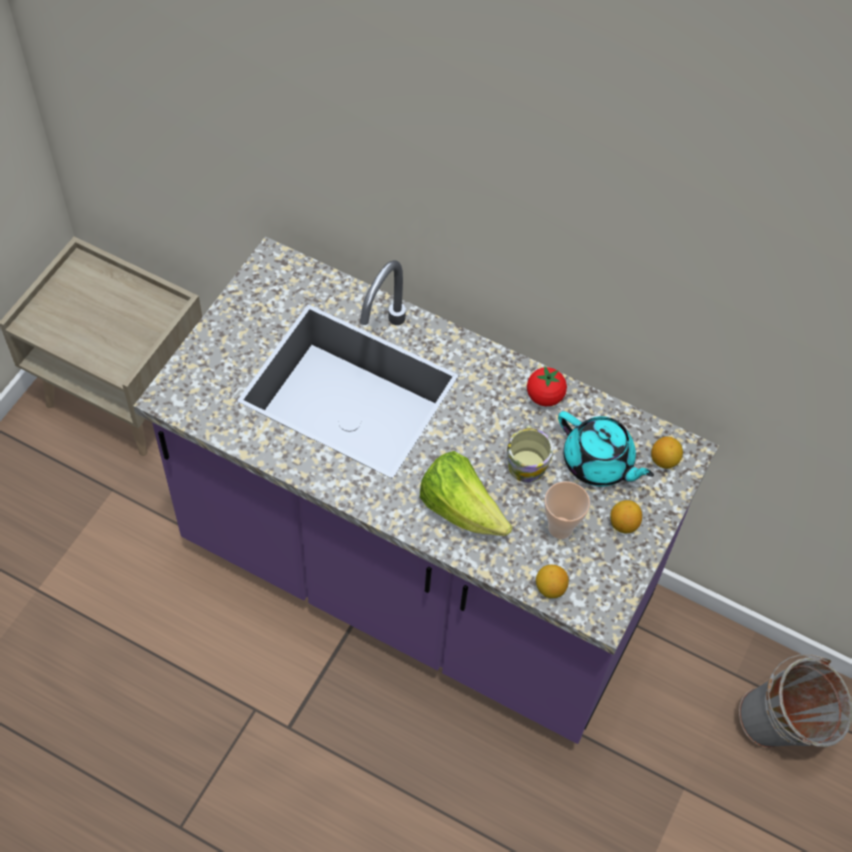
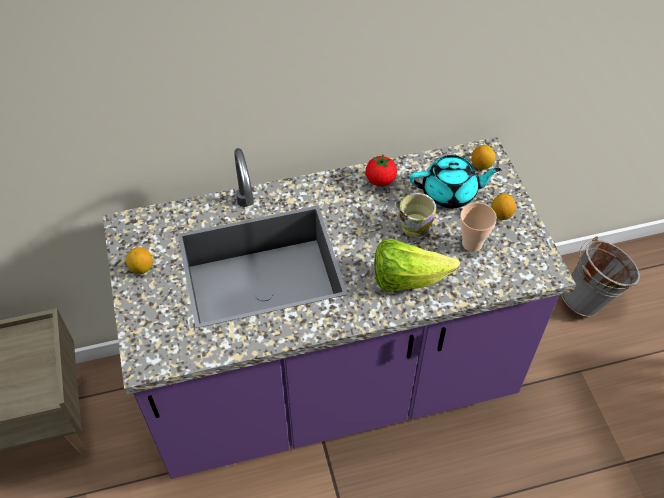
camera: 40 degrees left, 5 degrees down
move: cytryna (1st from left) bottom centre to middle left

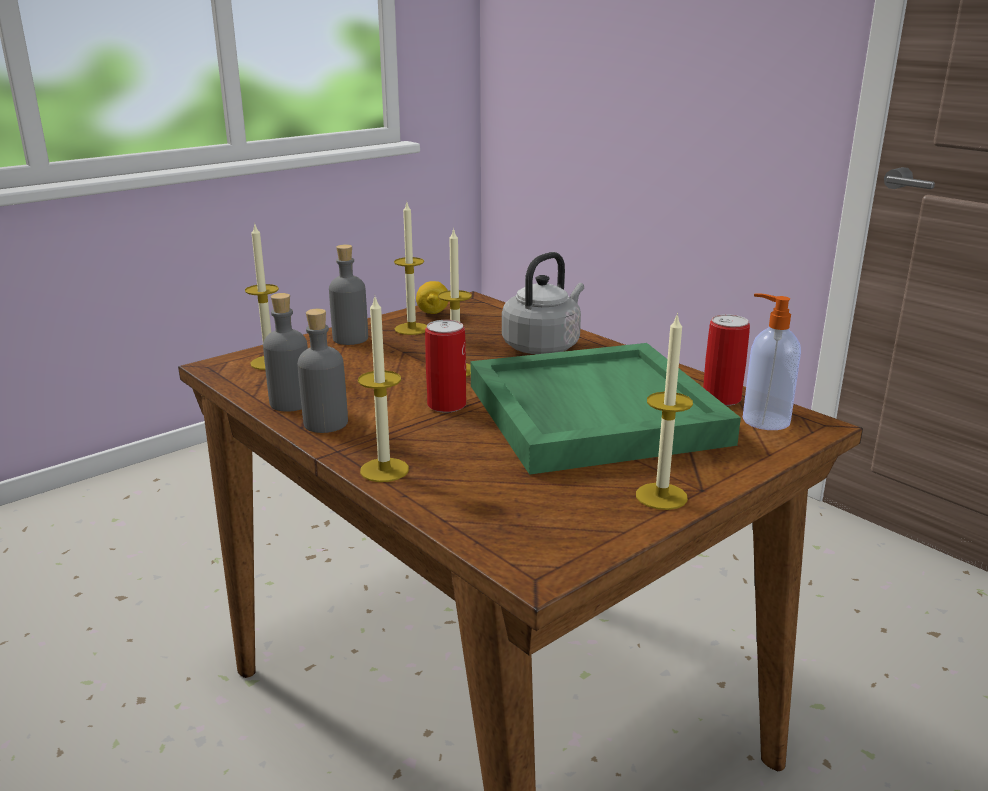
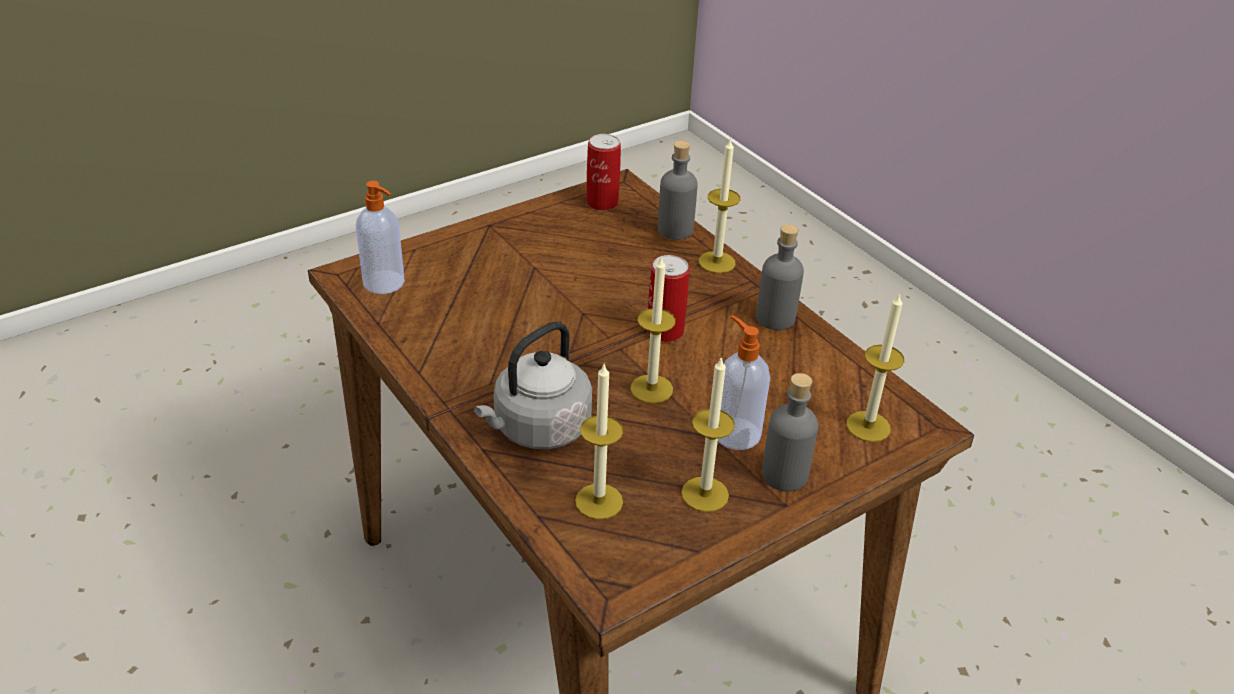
camera: 175 degrees left, 15 degrees up
delete: cytryna centre; taca (zielony) centre
insert: dozownik mydła (2nd from left) centre
move: butelka (szary) (1st from left) middle left to top centre; świeca (5th from left in the first image) middle right to świeca (1st from left) centre; puszka (2nd from left in the first image) middle right to puszka (1st from left) top centre

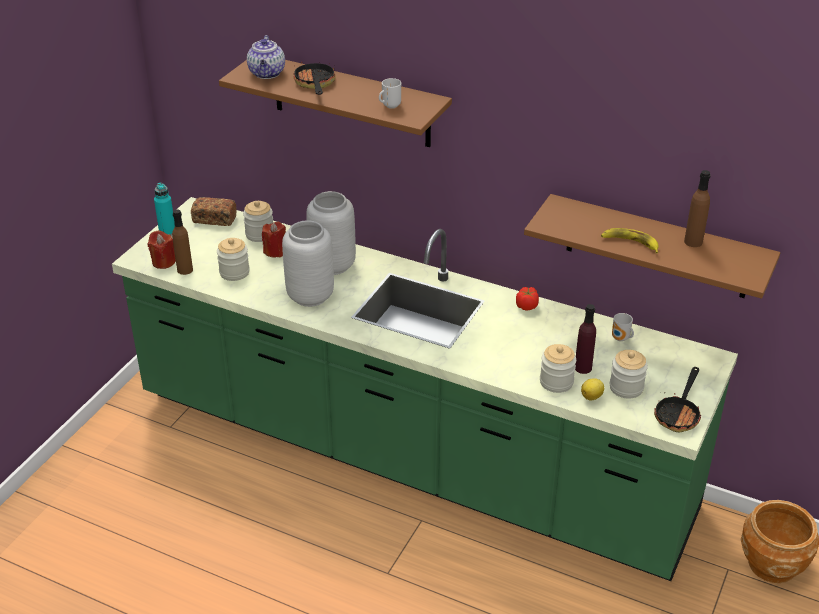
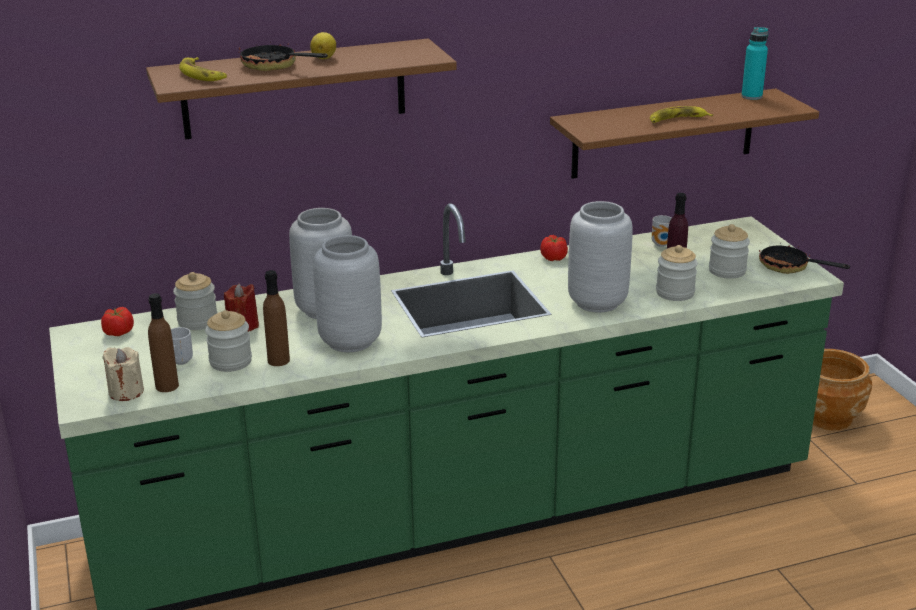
camera: 45 degrees left, 10 degrees down
insert: wazon (szary) (3rd from left) centre
move: butelka (turkusowy) middle left to top right; kubek (1st from left) top centre to middle left; cytryna middle right to top centre; butelka (brązowy) (2nd from left) middle right to middle left
replace: chleb middle left to pomidor (1st from left) middle left; imbryk top left to banan (1st from left) top left
recolor: świeca (czerwony) (1st from left) middle left to świeca (beżowy) middle left
rotate: patelnia (2nd from left) middle right = middle right 150 degrees clockwise

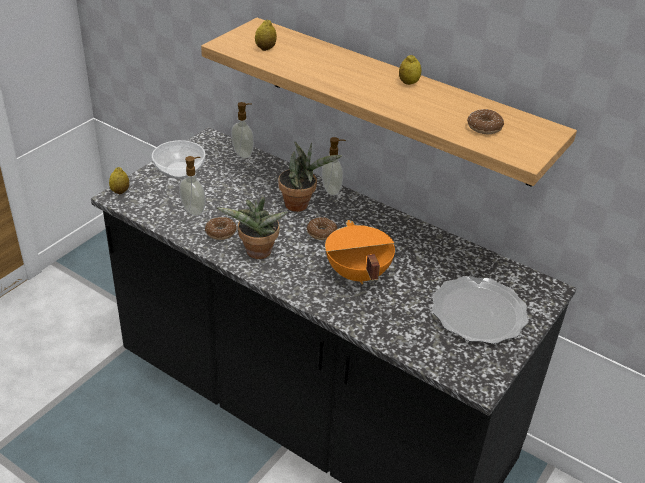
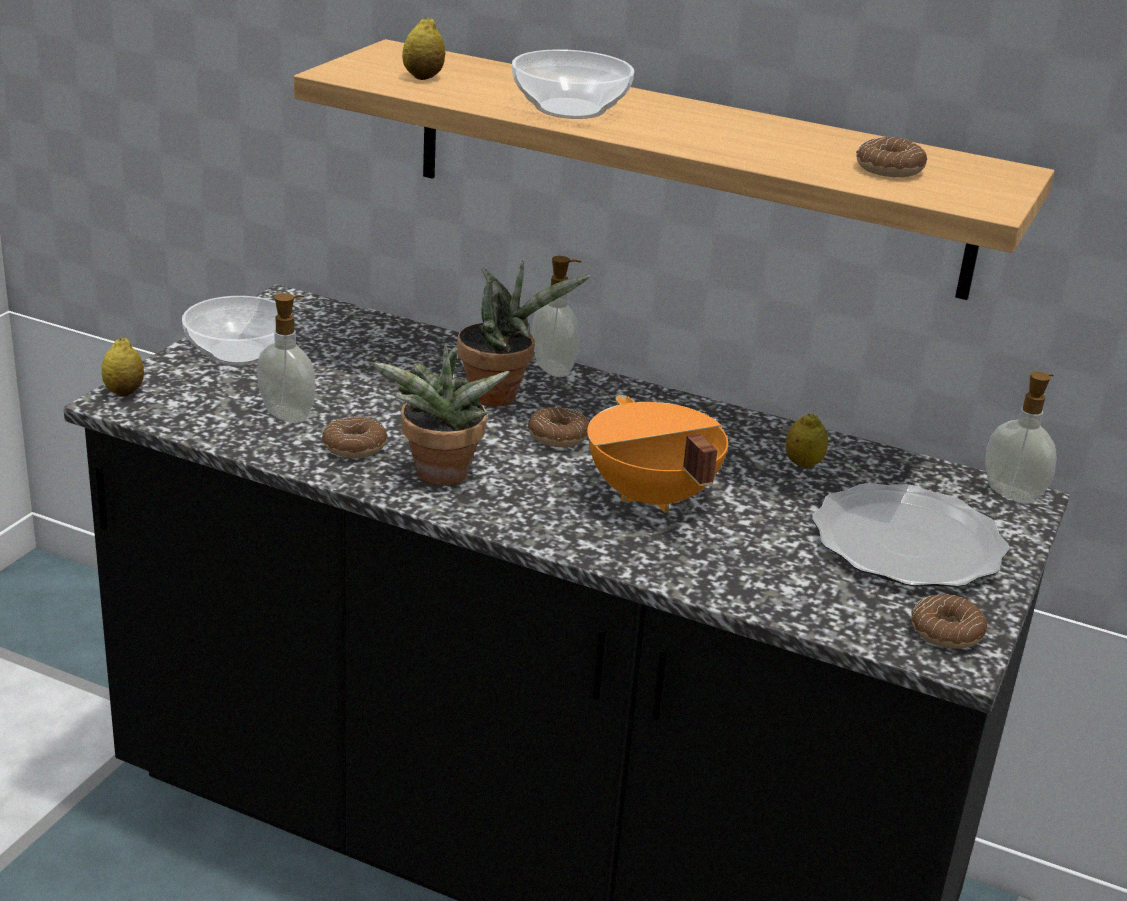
camera: 10 degrees left, 10 degrees down
insert: miska (2nd from left) top centre; donut (4th from left) bottom right
move: dozownik mydła (2nd from left in the first image) top centre to dozownik mydła (3rd from left) middle right; cytryna (3rd from left) top centre to middle right

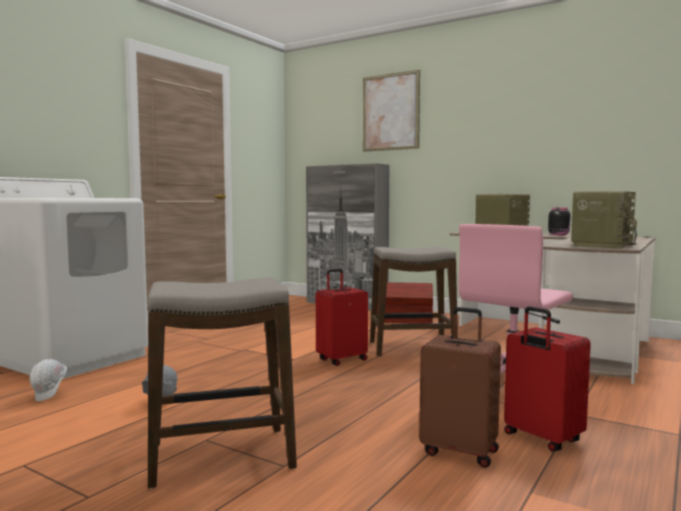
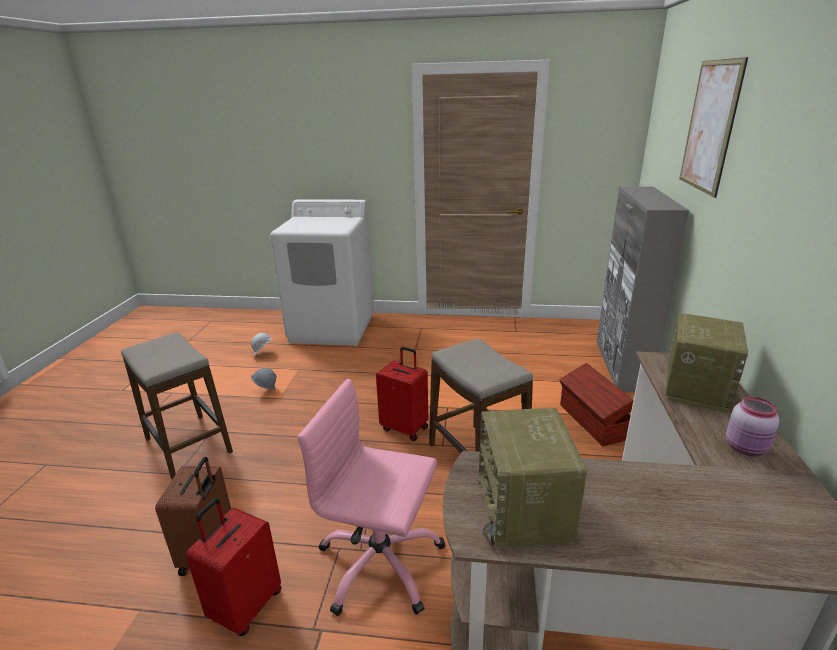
camera: 65 degrees right, 20 degrees up
recolor: słoik (czarny) middle right to słoik (różowy) middle right
rotate: radio (2nd from left in the first image) middle right = bottom centre 75 degrees clockwise

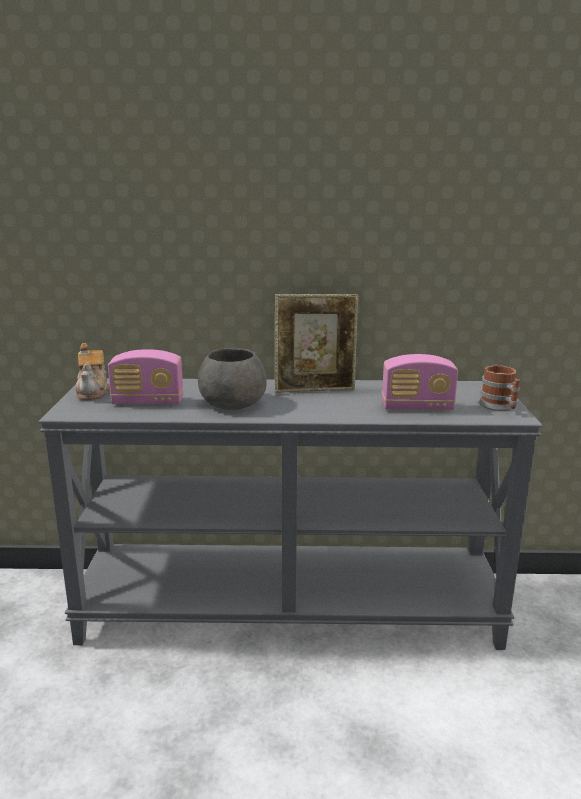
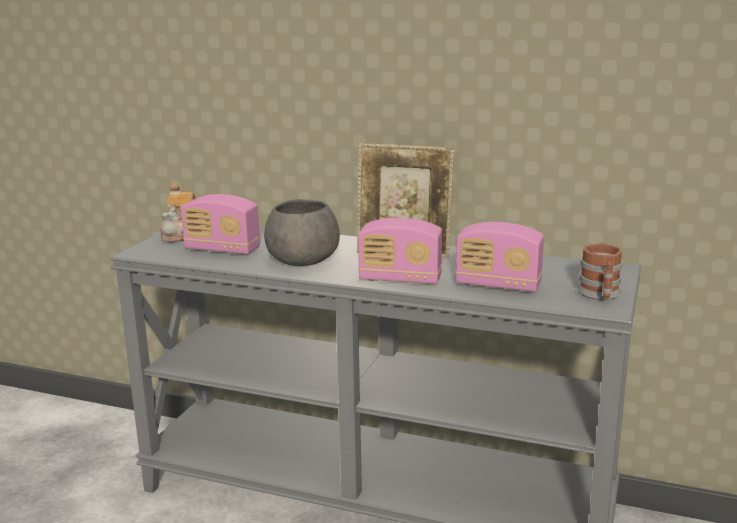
camera: 20 degrees right, 0 degrees up
insert: radio (2nd from left) centre

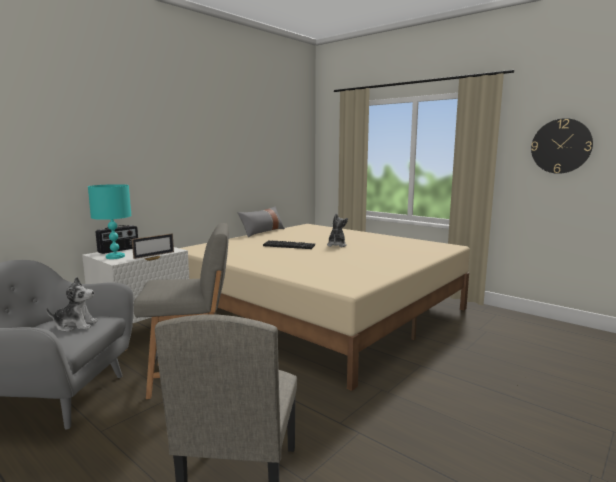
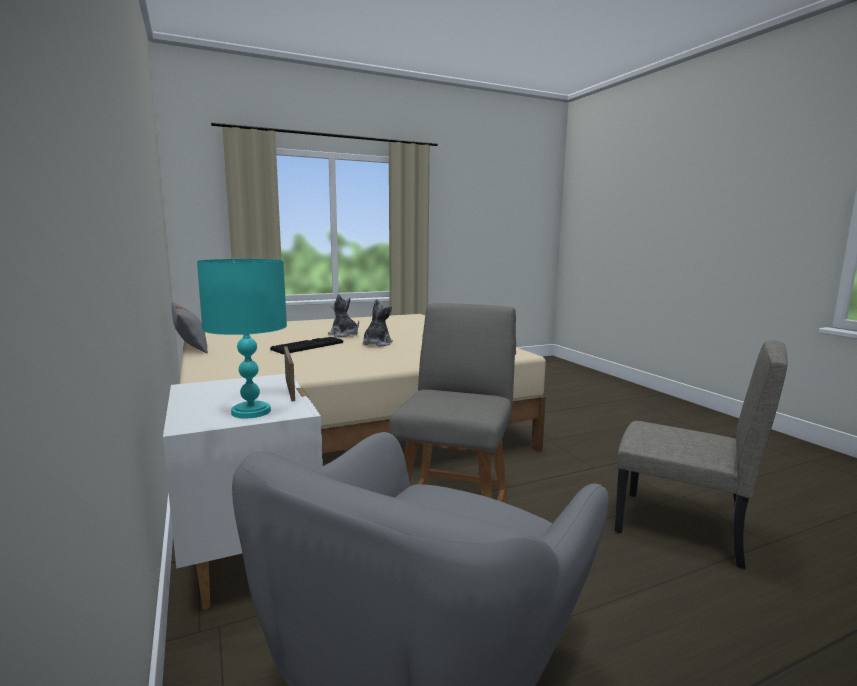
camera: 65 degrees left, 0 degrees up
delete: radio middle left; zegar ścienny top right
move: pluszak (1st from left in the first image) middle left to pluszak (2nd from left) centre

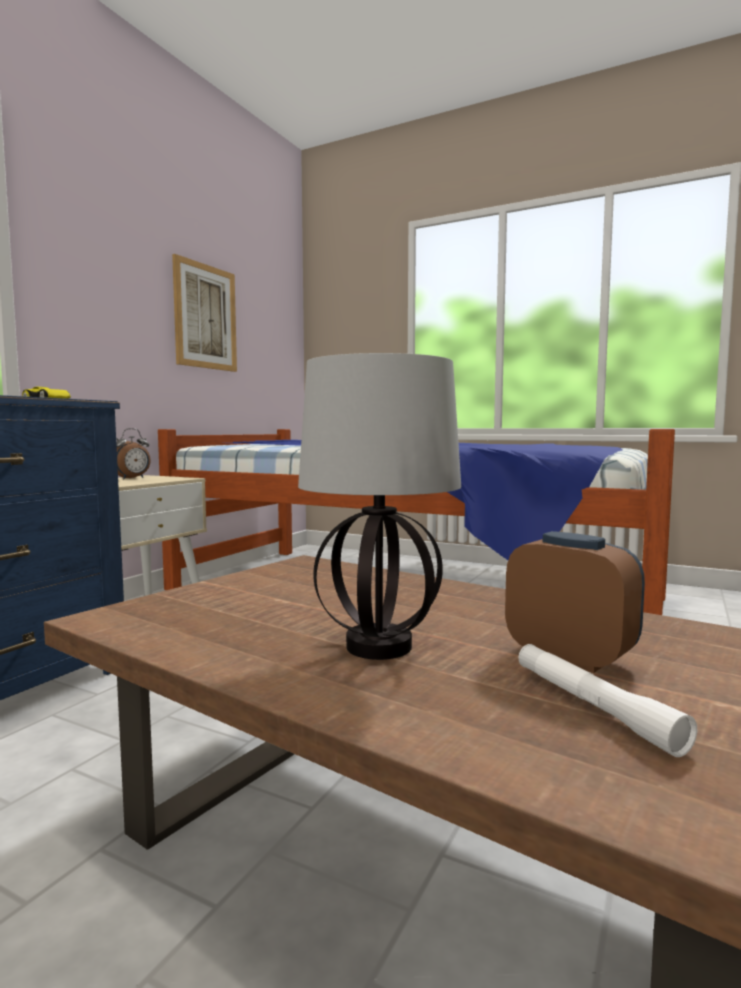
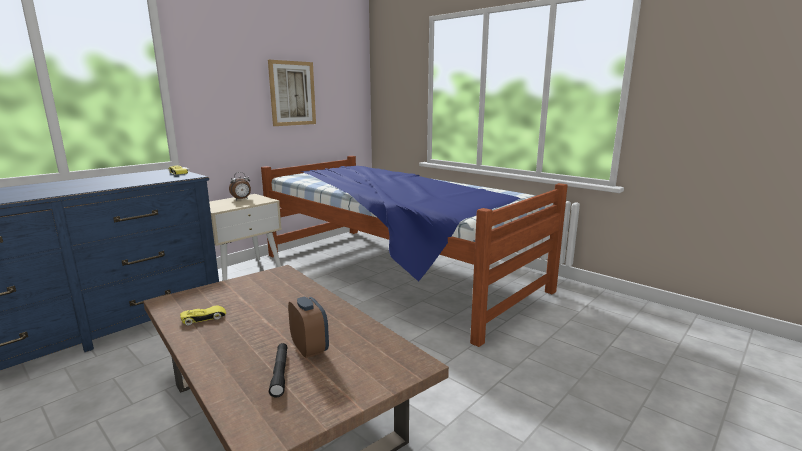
camera: 15 degrees right, 10 degrees up
delete: lampa stołowa centre
insert: samochodzik (żółty) (2nd from left) bottom left
recolor: latarka (biały) bottom right to latarka (czarny) bottom centre

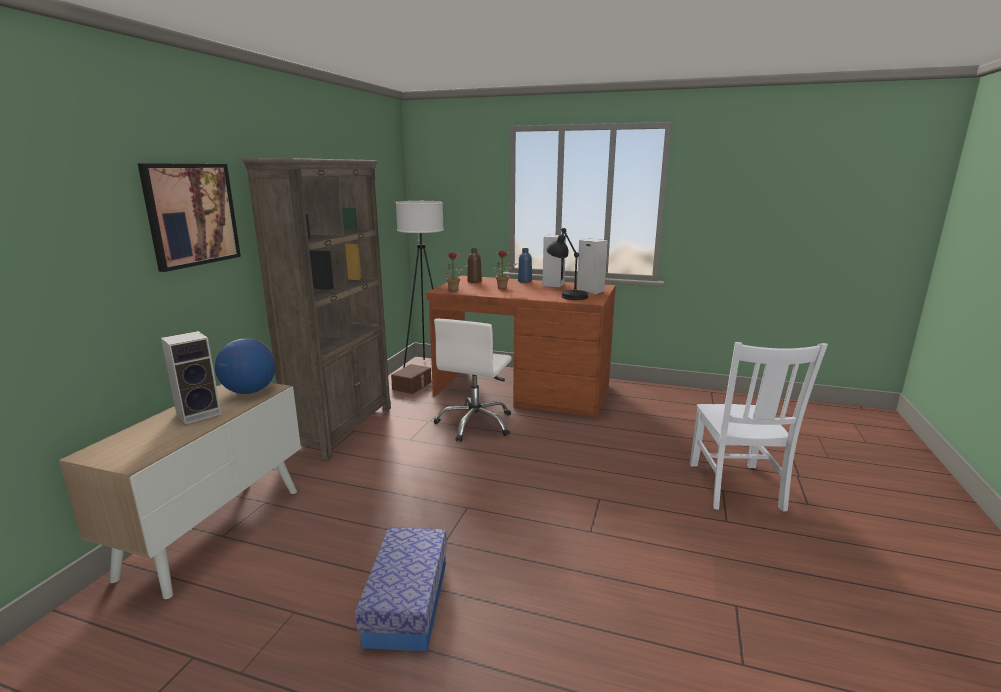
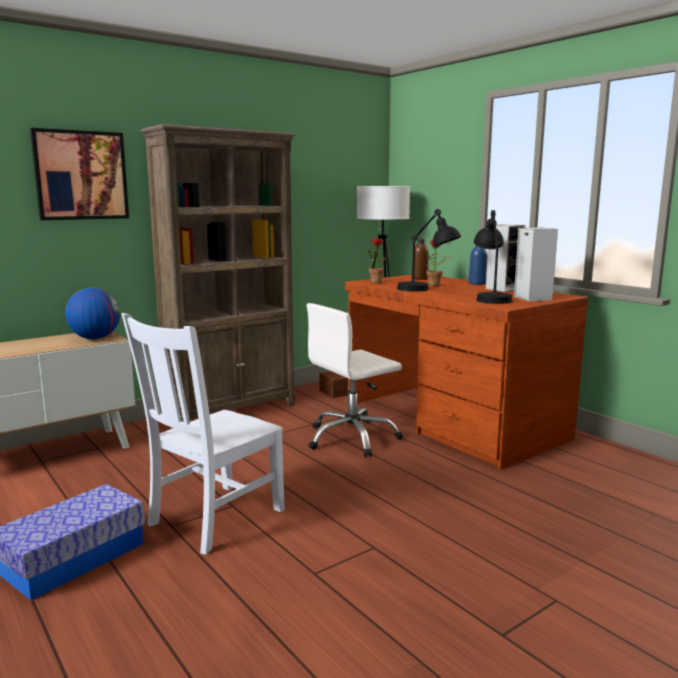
camera: 35 degrees right, 5 degrees down
delete: głośnik (1st from left) middle left
insert: lampa stołowa (czarny) (1st from left) centre
move: krzesło (biały) middle right to middle left

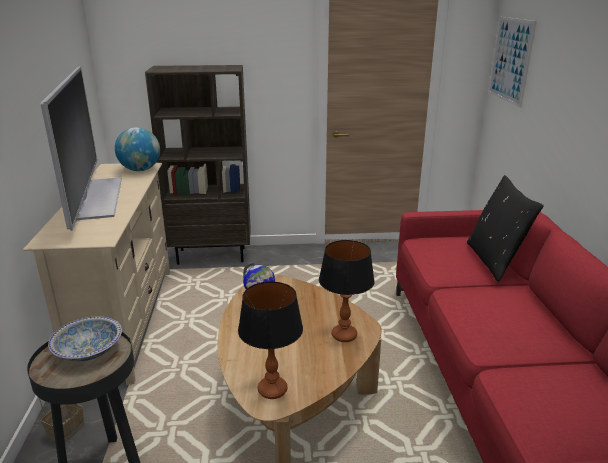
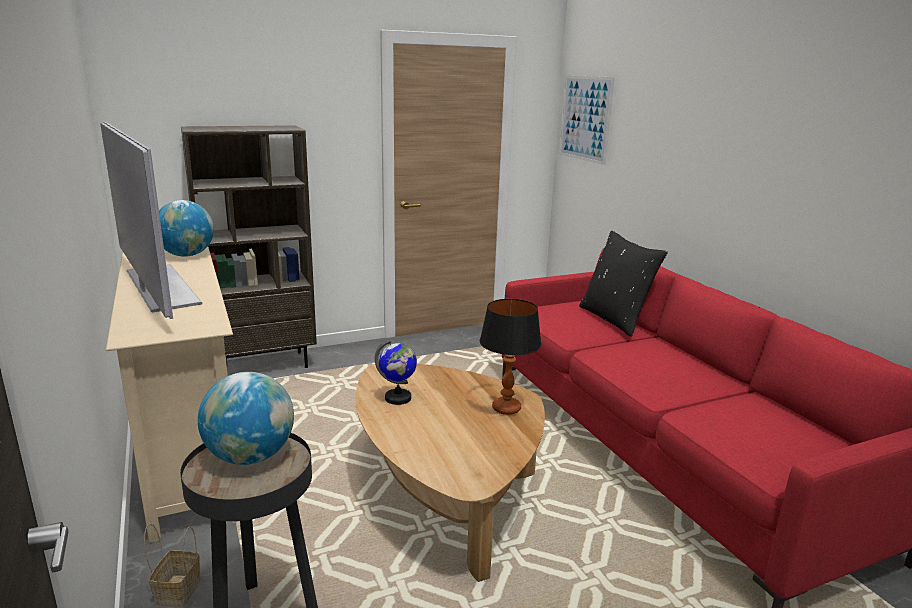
camera: 20 degrees left, 5 degrees down
delete: lampa stołowa (1st from left) bottom centre
replace: miska bottom left to globus (2nd from left) bottom left

